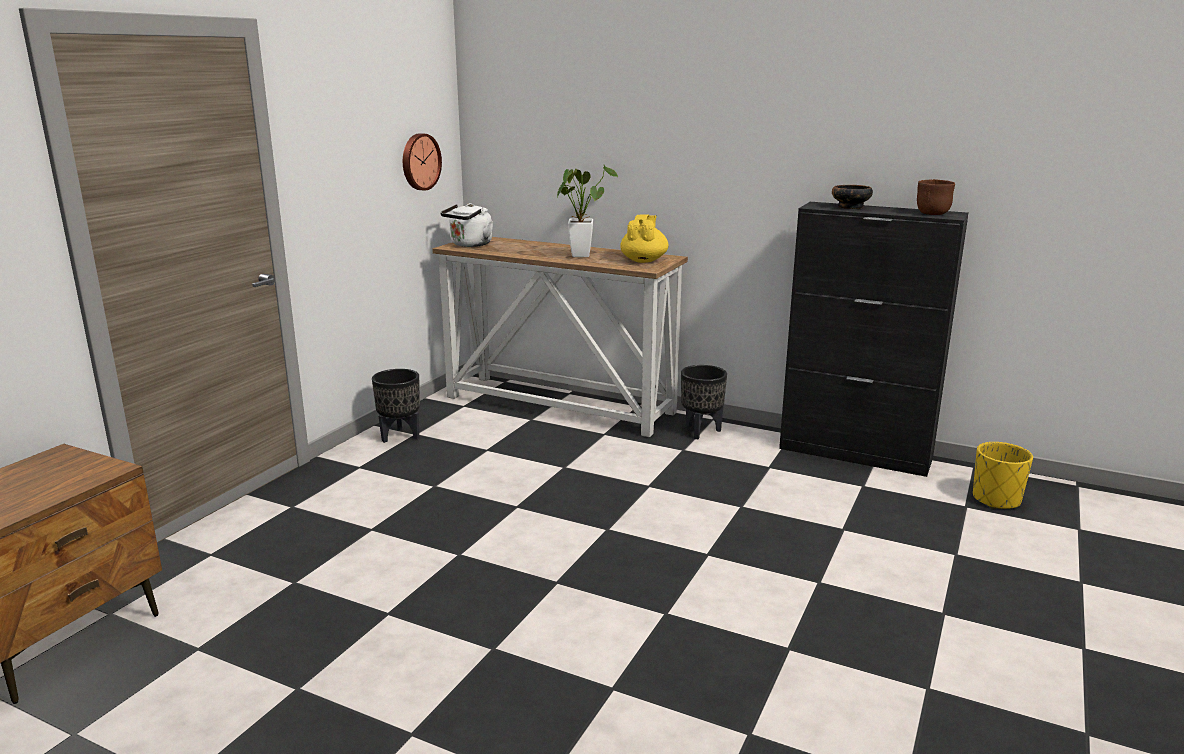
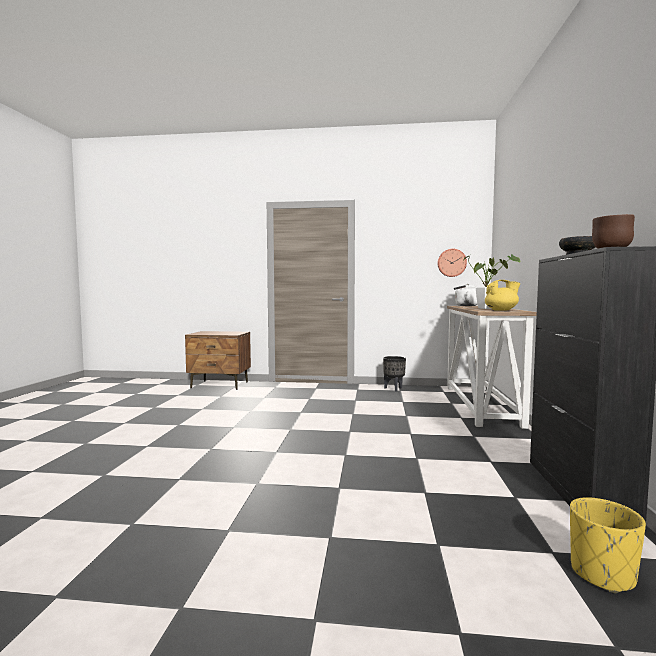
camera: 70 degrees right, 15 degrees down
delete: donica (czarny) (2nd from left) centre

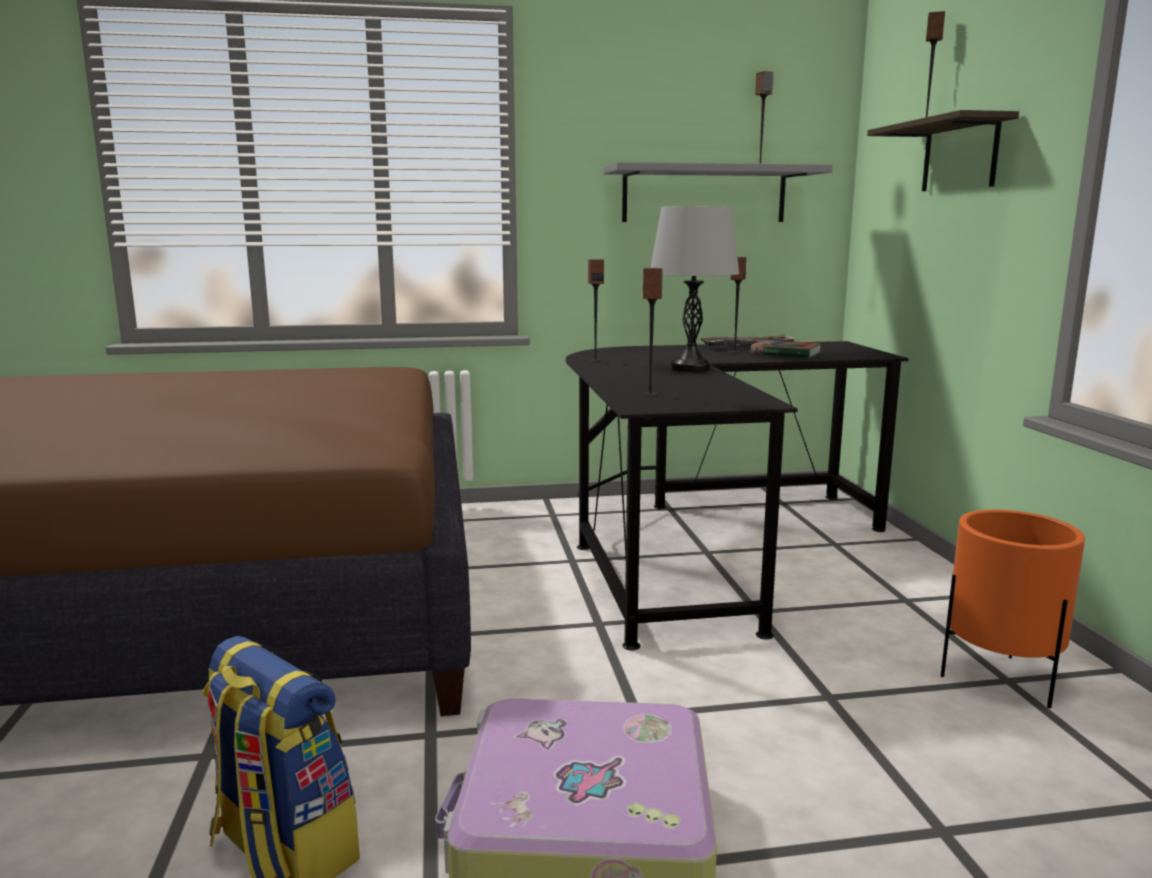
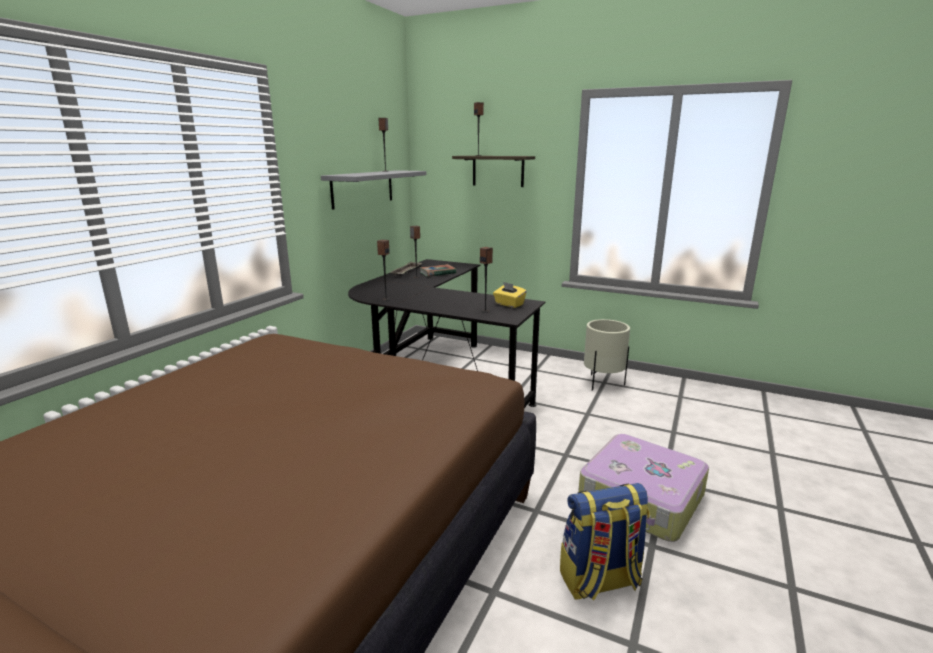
camera: 55 degrees left, 5 degrees up
delete: lampa stołowa (szary) top centre
insert: pudełko chusteczek (żółty) centre
recolor: donica (pomarańczowy) bottom right to donica (beżowy) centre

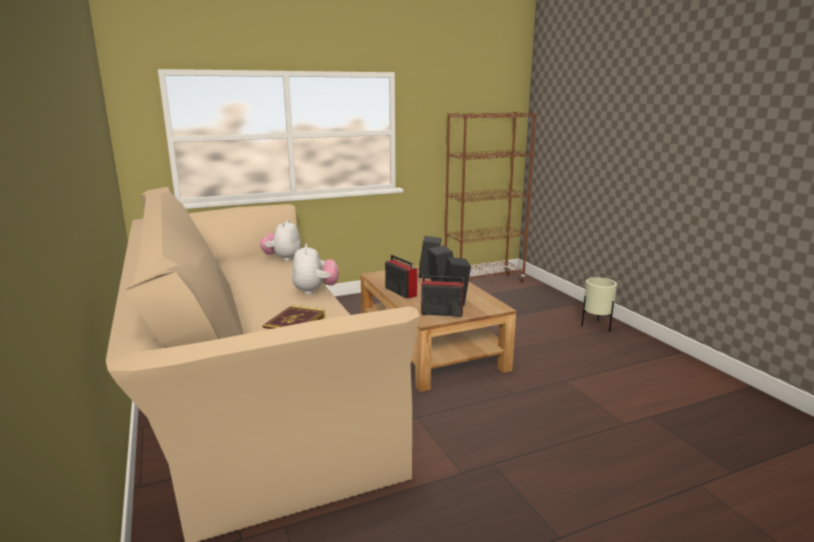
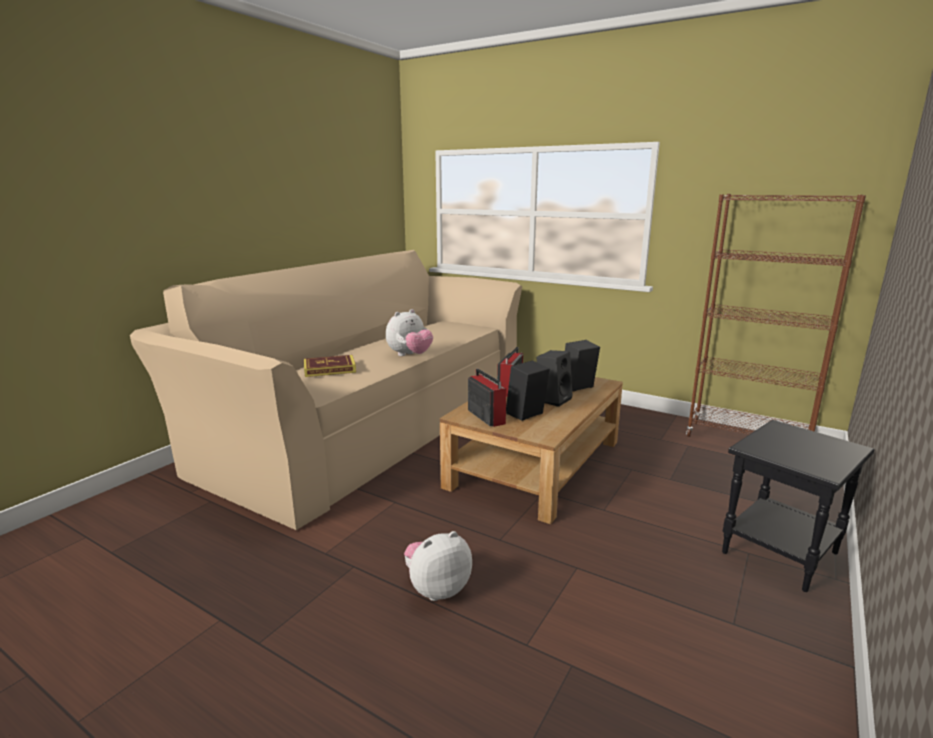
camera: 55 degrees right, 0 degrees up
move: pluszak (1st from left in the first image) centre to pluszak (2nd from left) bottom centre
replace: donica (beżowy) middle right to stolik (czarny) bottom right

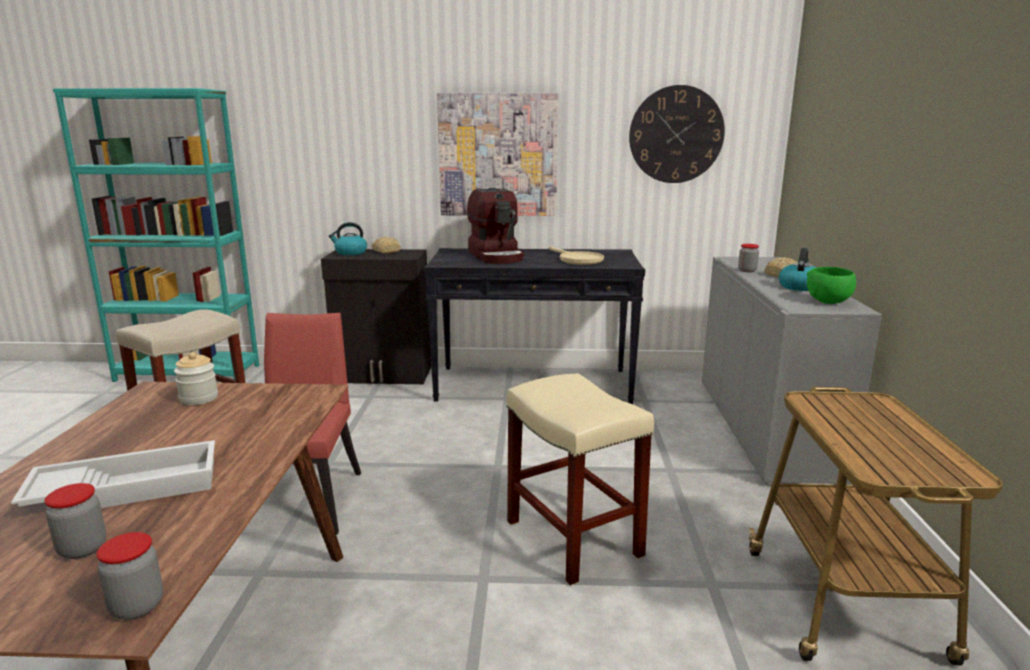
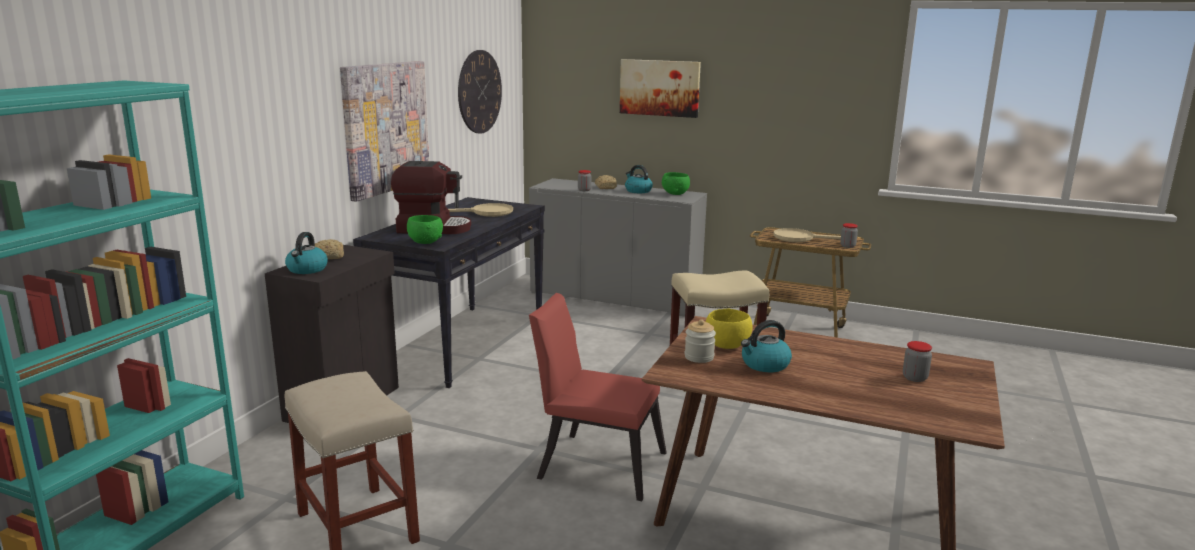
camera: 70 degrees left, 0 degrees up
delete: taca (biały) bottom left
insert: miska (zielony) (1st from left) centre; obraz (2nd from left) top centre; miska (żółty) centre; czajnik (3rd from left) centre; patelnia (beżowy) (2nd from left) middle right
move: słoik (2nd from left in the first image) bottom left to słoik (3rd from left) middle right

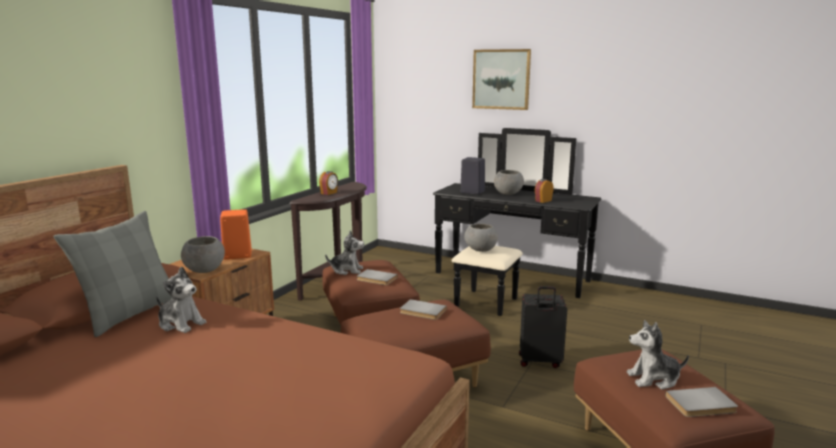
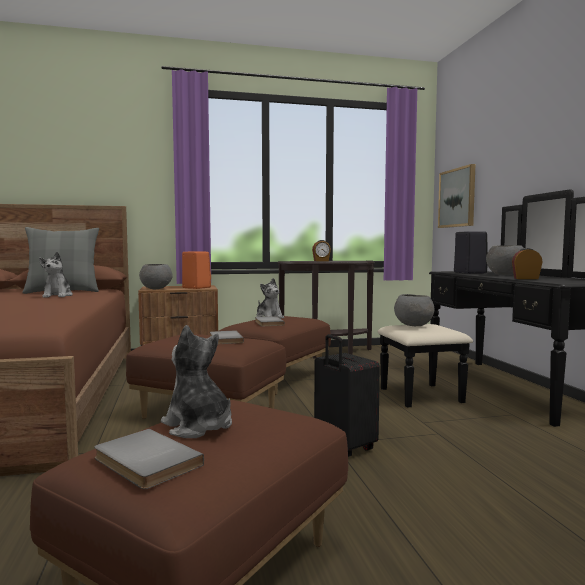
camera: 50 degrees right, 10 degrees down
move: obraz top centre to middle right

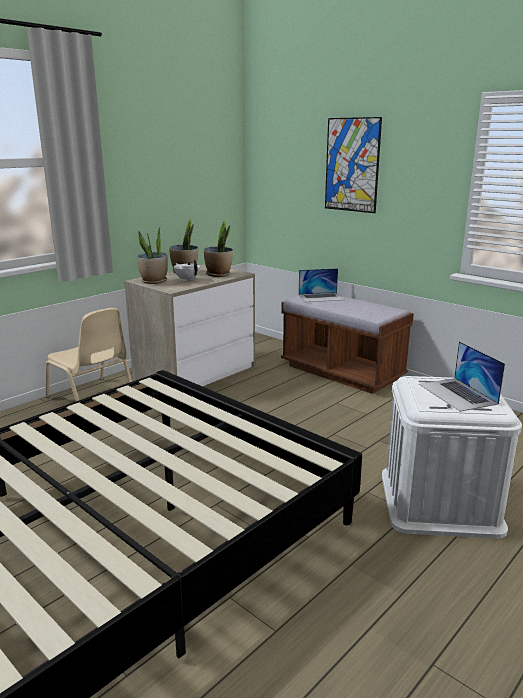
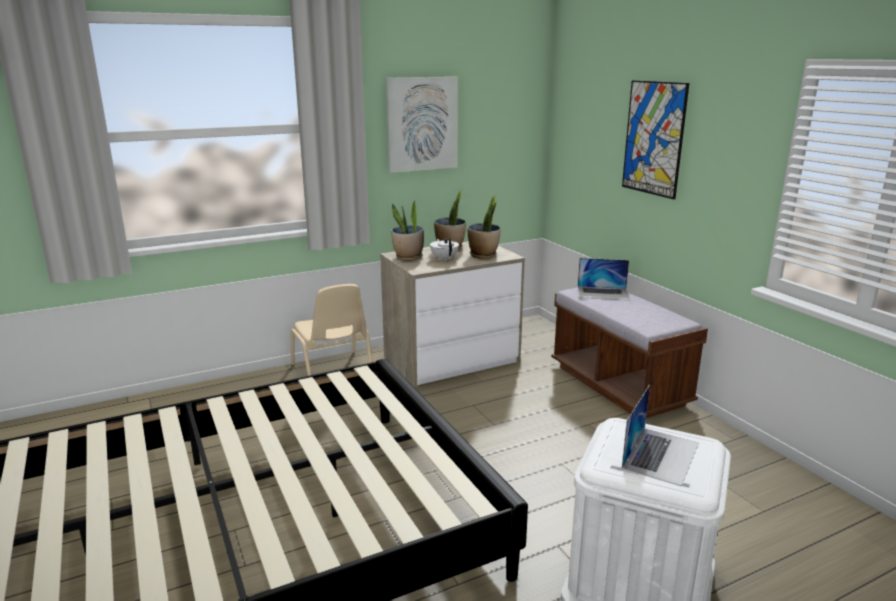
camera: 20 degrees right, 0 degrees up
insert: obraz (1st from left) top centre
rotate: laptop (2nd from left) middle right = bottom right 150 degrees counterclockwise

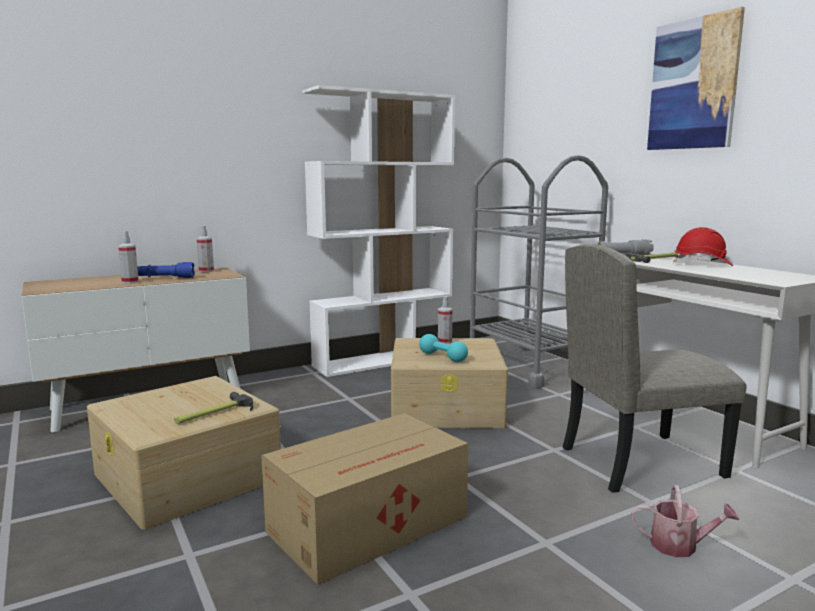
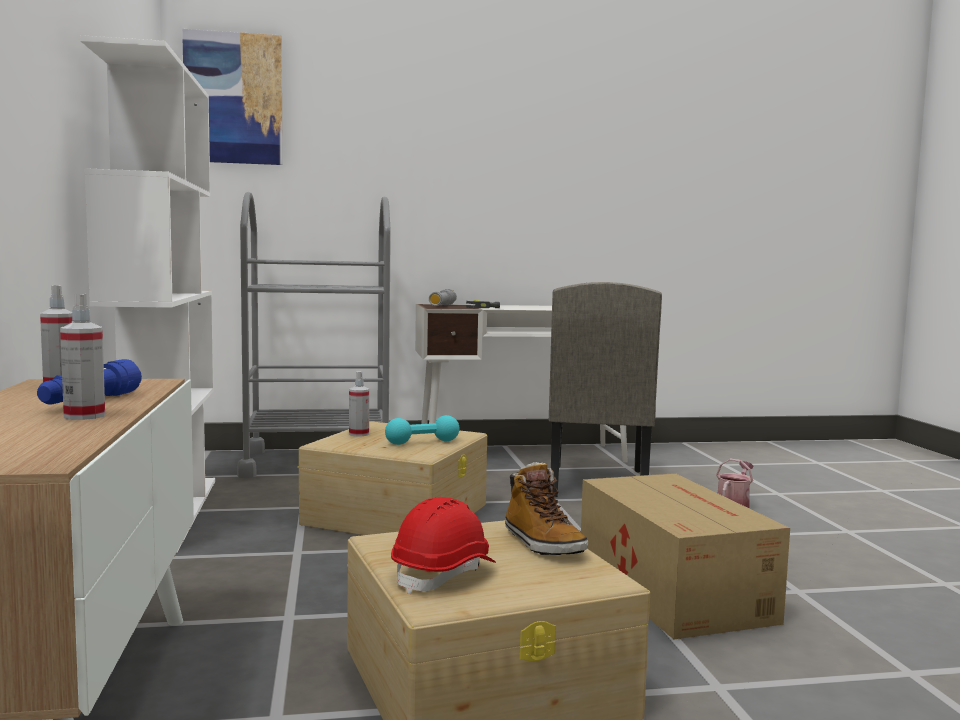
camera: 70 degrees left, 5 degrees down
move: obraz top right to top left; kask (czerwony) middle right to bottom centre
replace: młotek (1st from left) bottom left to but z cholewką bottom centre

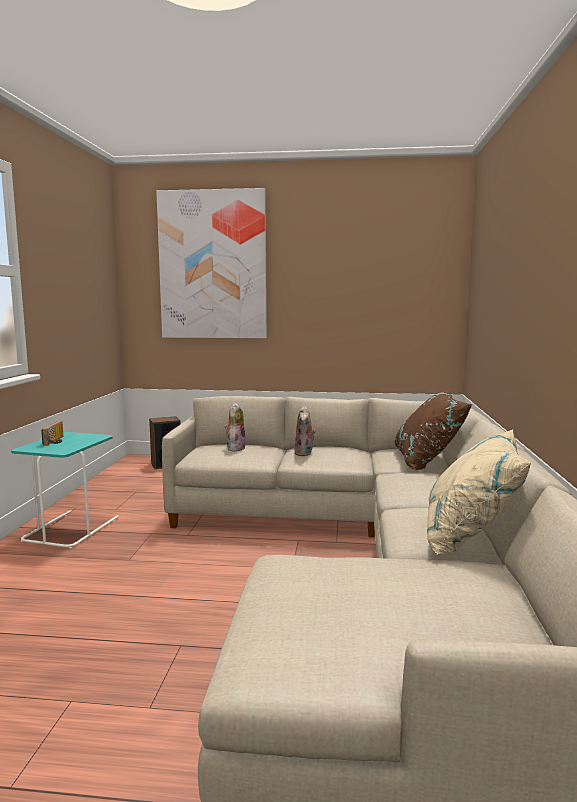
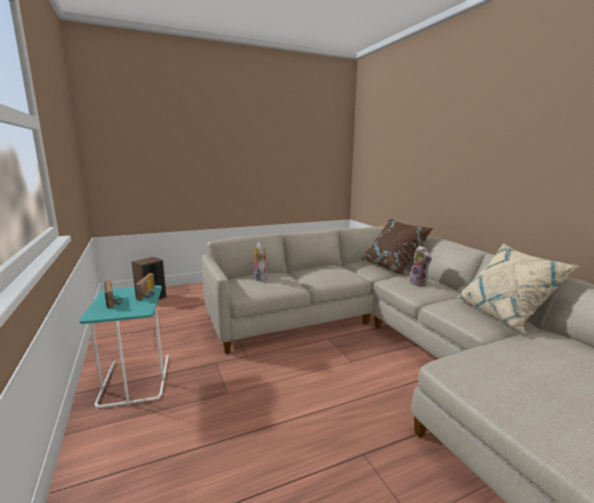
camera: 30 degrees left, 5 degrees up
delete: obraz top centre
insert: radio (2nd from left) middle left
move: pluszak (2nd from left) centre to middle right

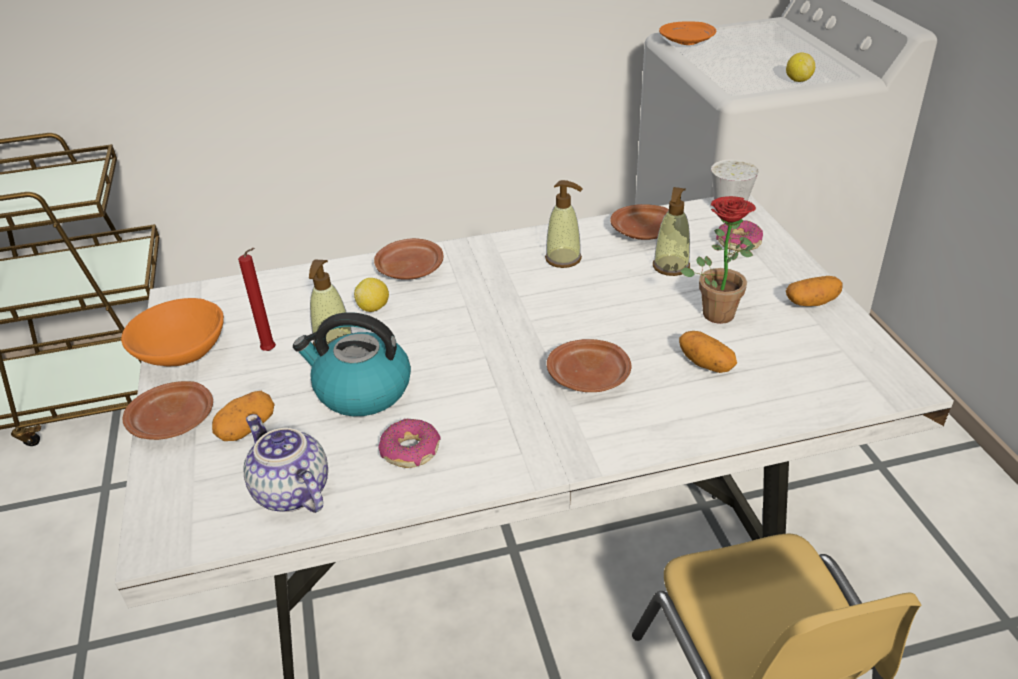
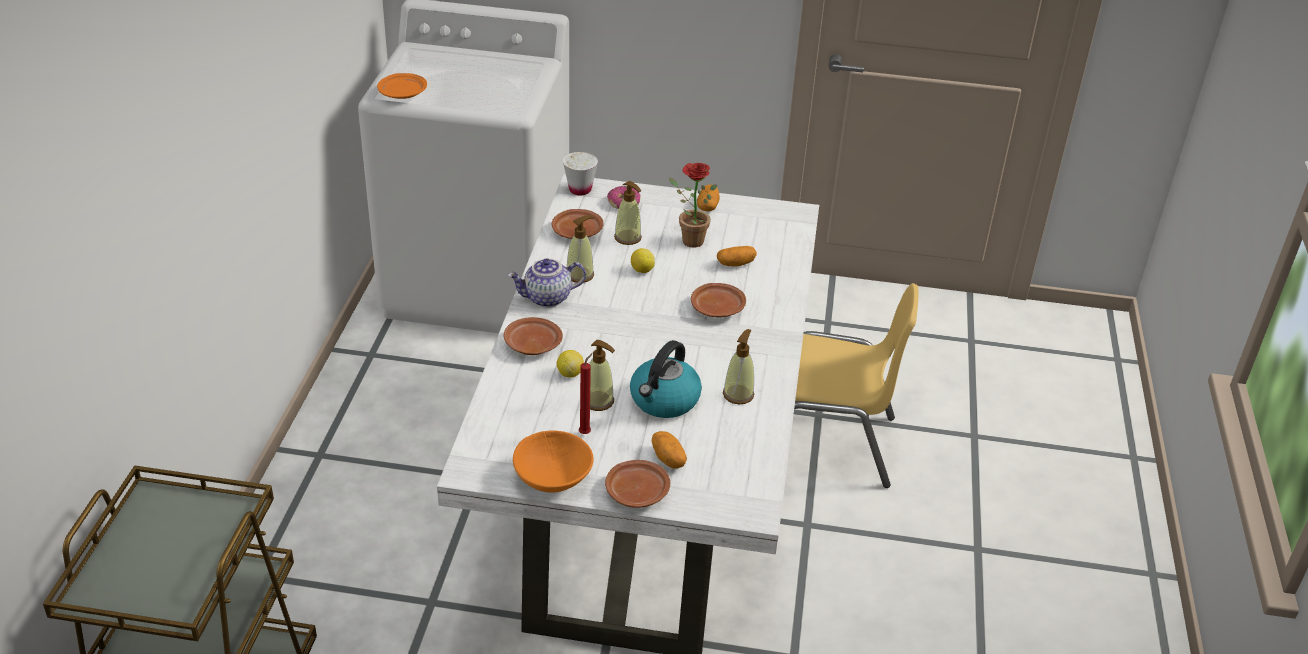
camera: 70 degrees left, 0 degrees up
move: imbryk bottom left to centre; cytryna (2nd from left) top right to centre
replace: donut (1st from left) centre to dozownik mydła (4th from left) centre

